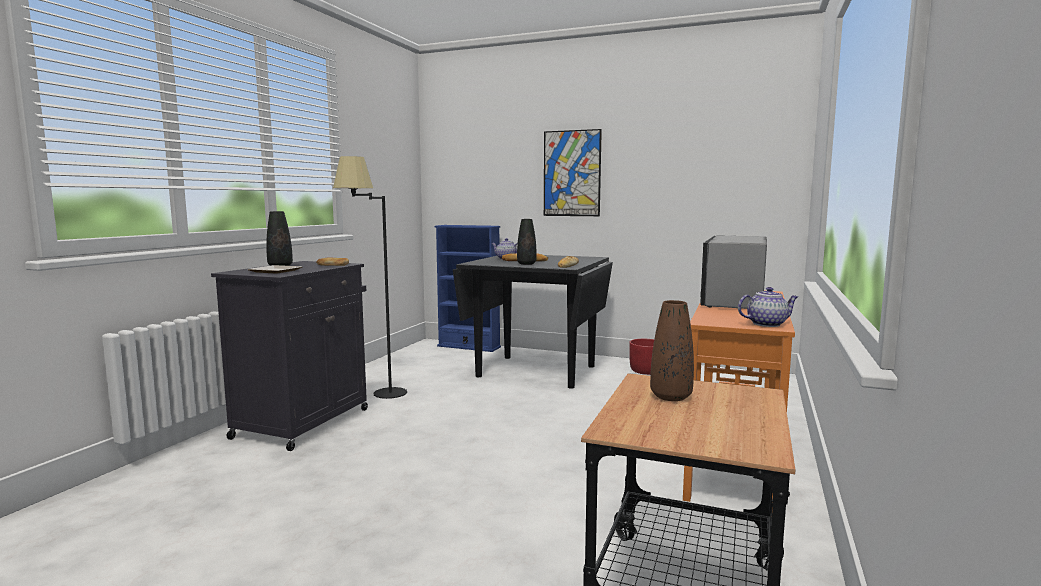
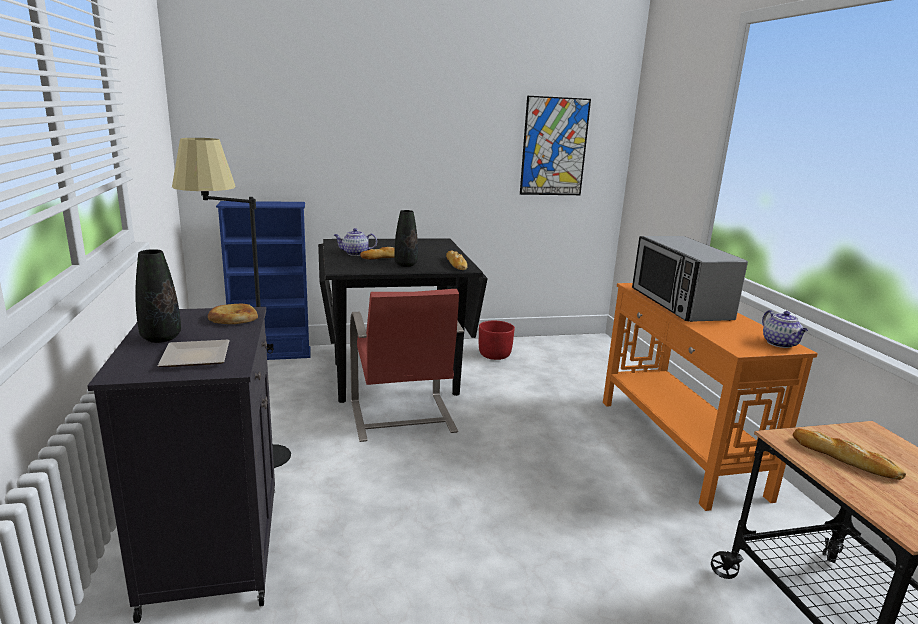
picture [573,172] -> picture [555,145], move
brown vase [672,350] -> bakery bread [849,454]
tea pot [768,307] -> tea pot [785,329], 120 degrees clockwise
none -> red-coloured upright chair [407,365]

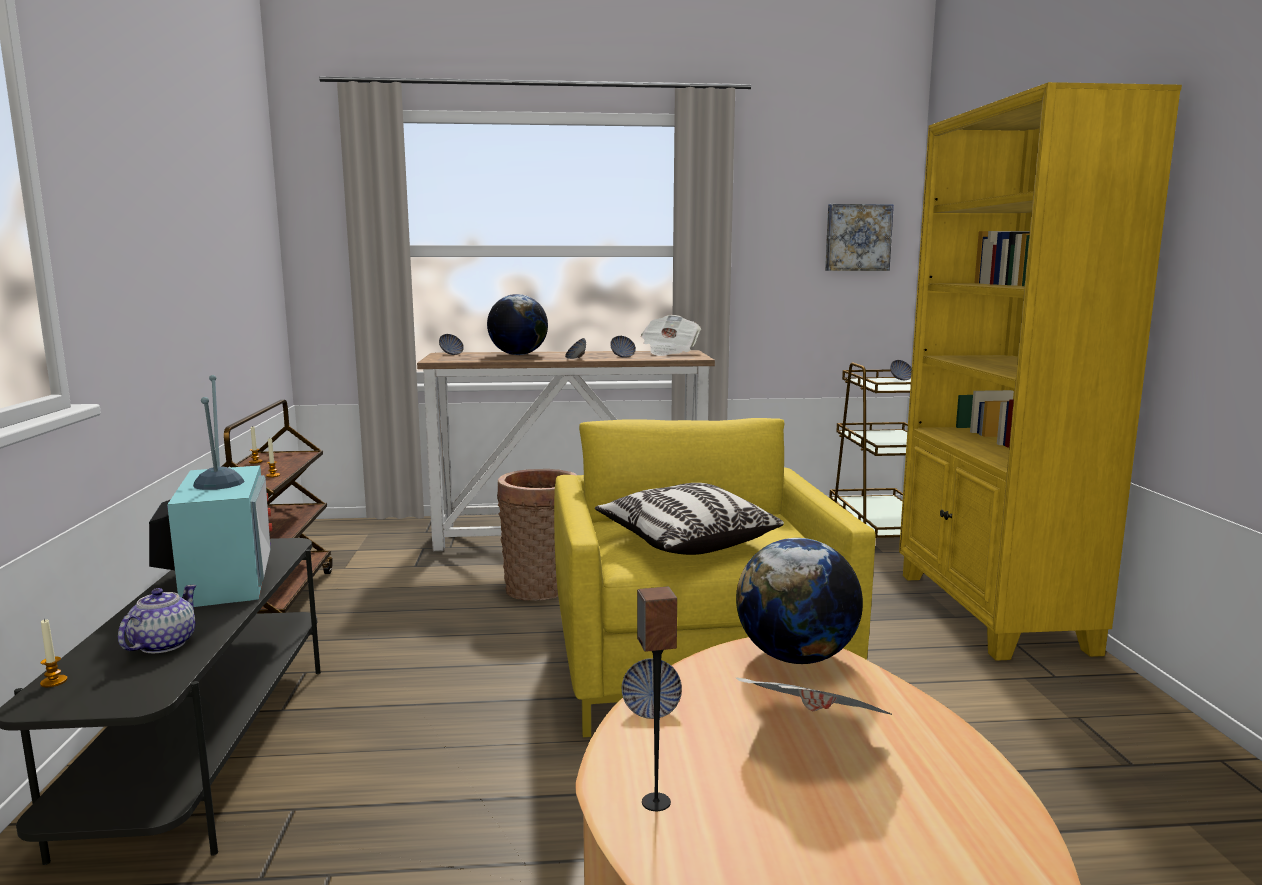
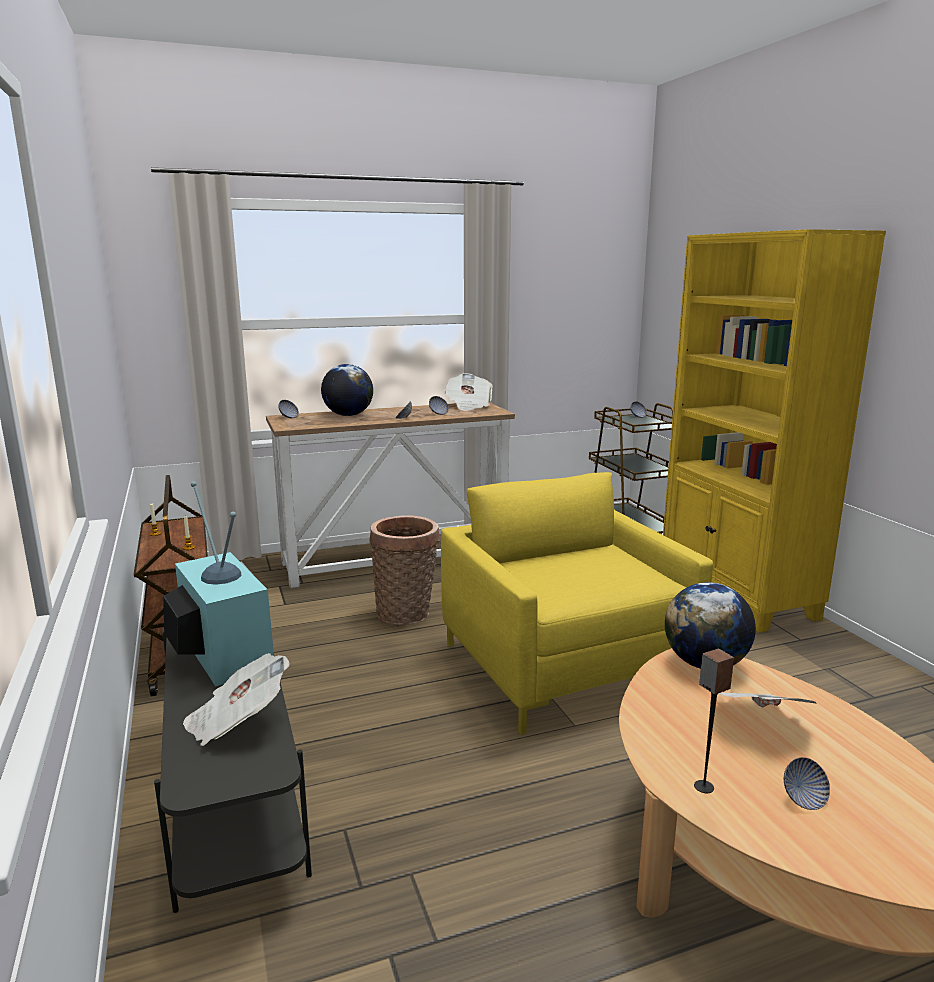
wax light [53,653] -> none
tea pot [157,619] -> printed paper [236,699]
cushion [689,519] -> none
serving bowl [652,688] -> serving bowl [807,783], move
picture [859,237] -> none

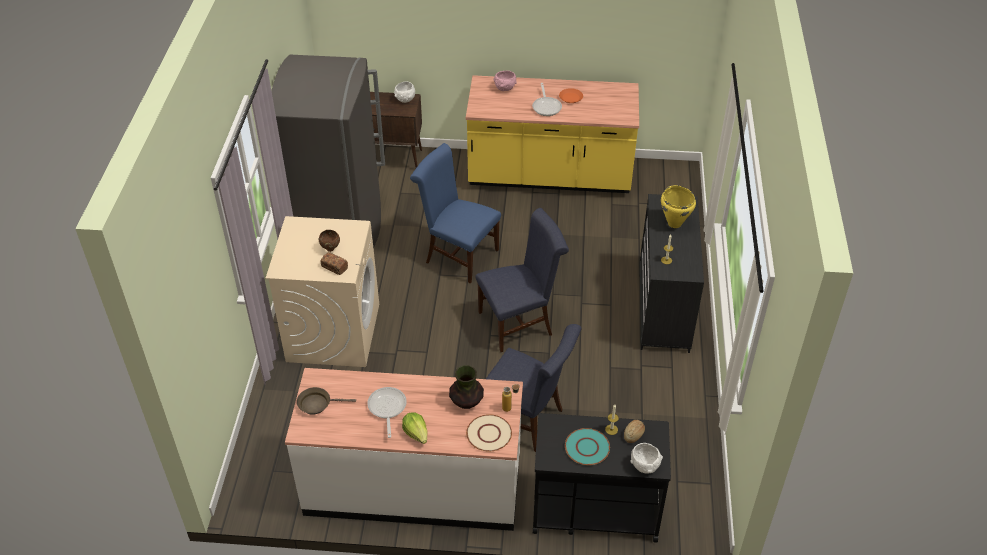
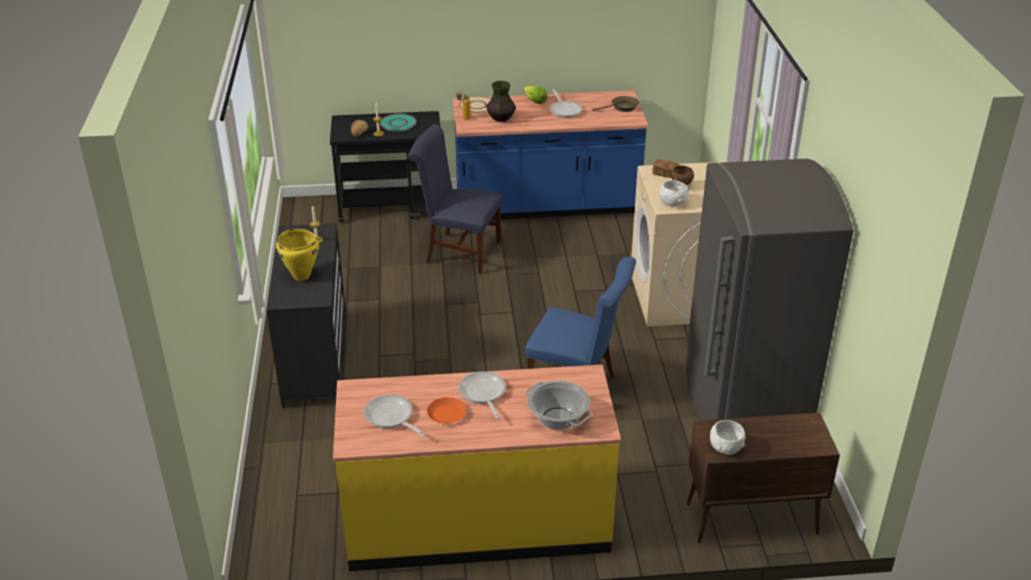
white-coloured kitchen counter [404,449] -> blue kitchen counter [550,155]
blue upright chair [522,280] -> none
pinkish serving bowl [505,81] -> cooking pot [558,405]
white-coloured serving bowl [647,458] -> white-coloured serving bowl [674,193], move
none -> pan [395,415]

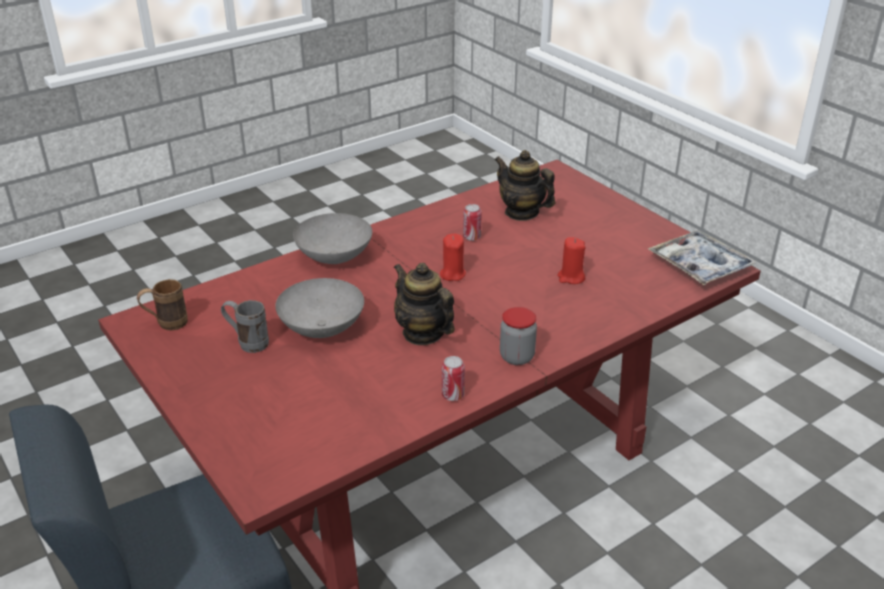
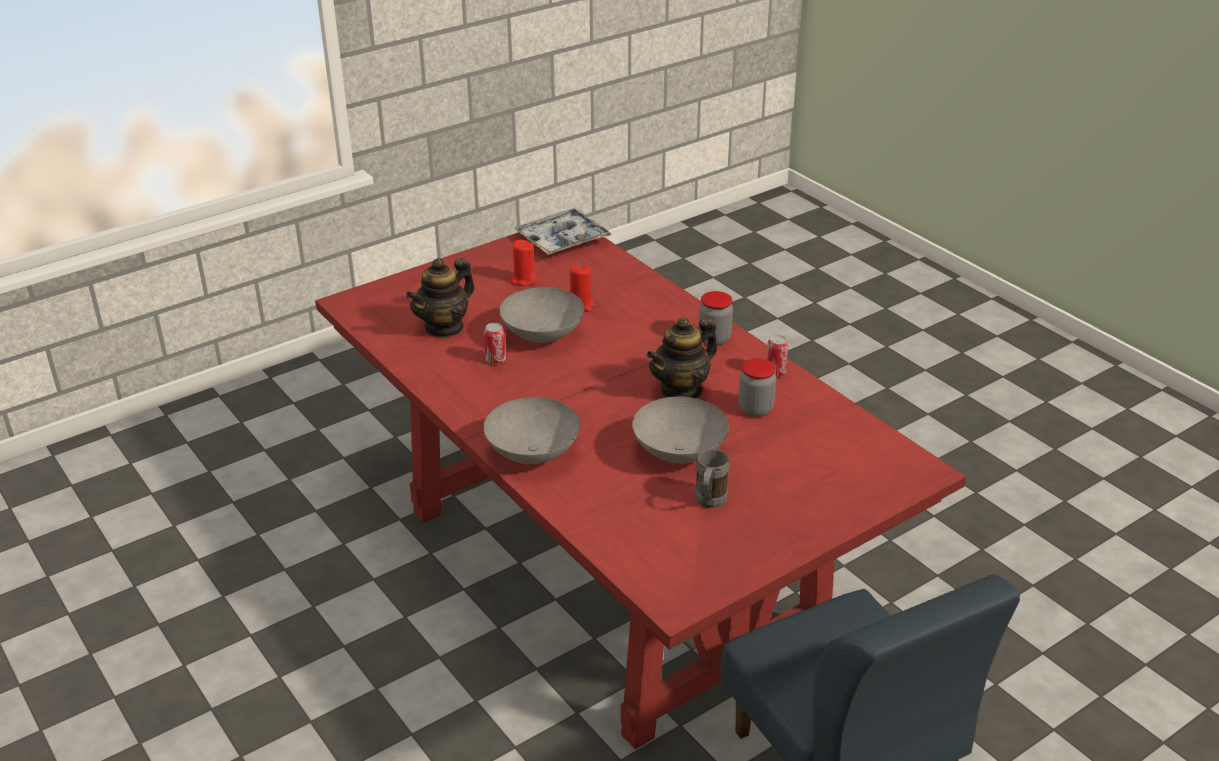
brown mug [162,304] -> none
red-coloured wax light [453,257] -> red-coloured wax light [524,263], move
none -> grey serving bowl [542,315]
none -> jar [757,387]

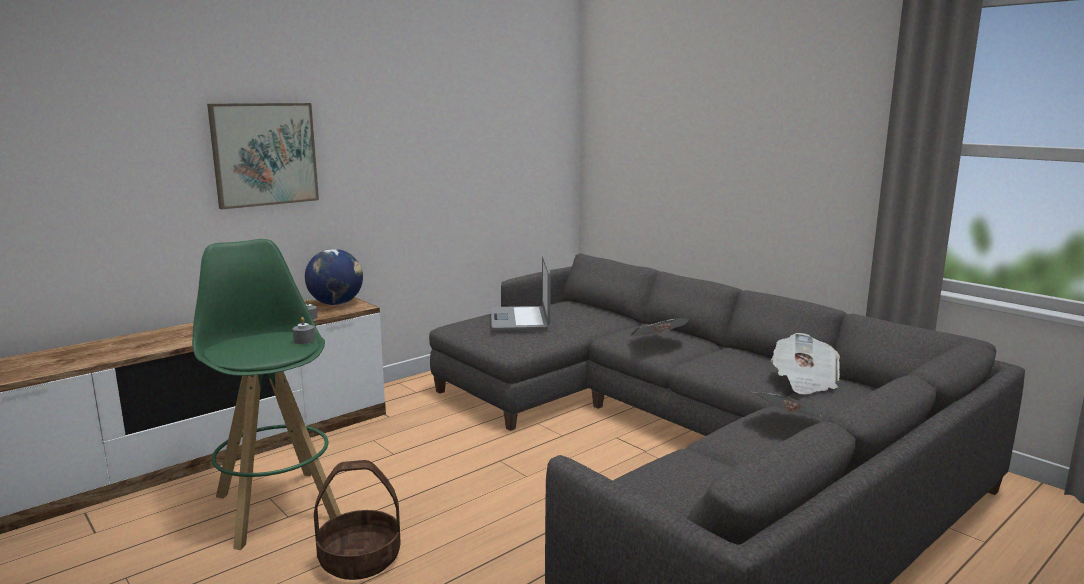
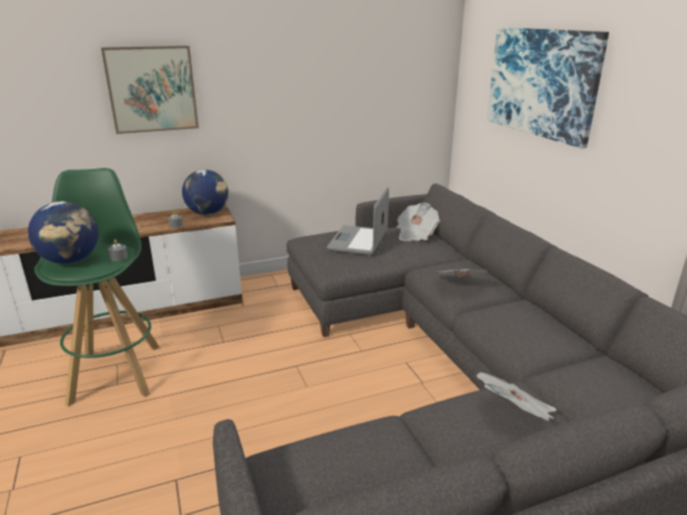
basket [357,520] -> none
printed paper [805,363] -> printed paper [418,222], move
none -> desk globe [63,232]
none -> picture [548,88]

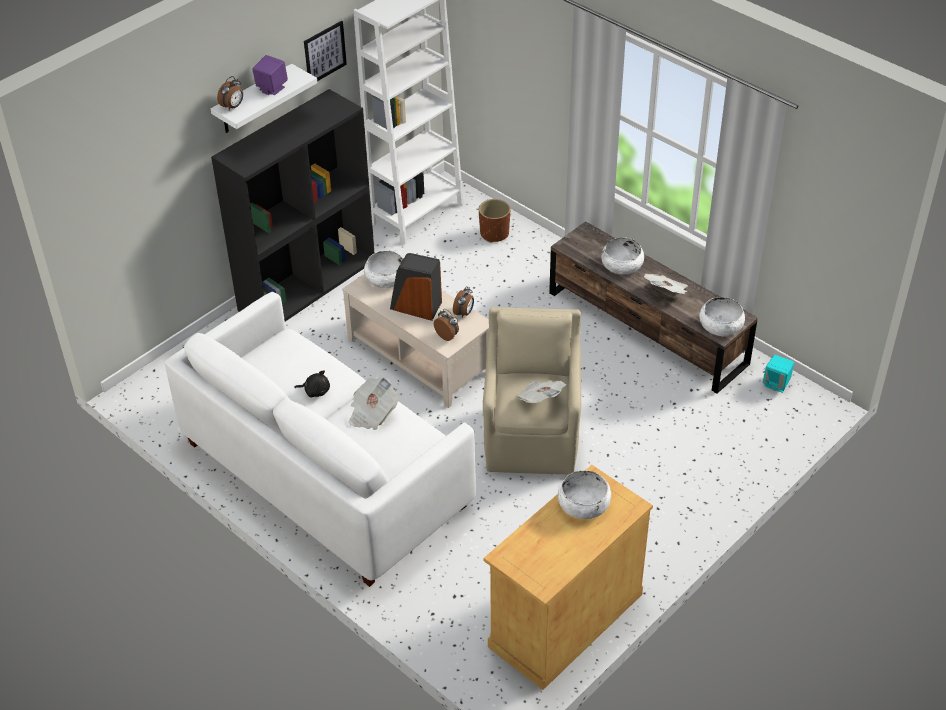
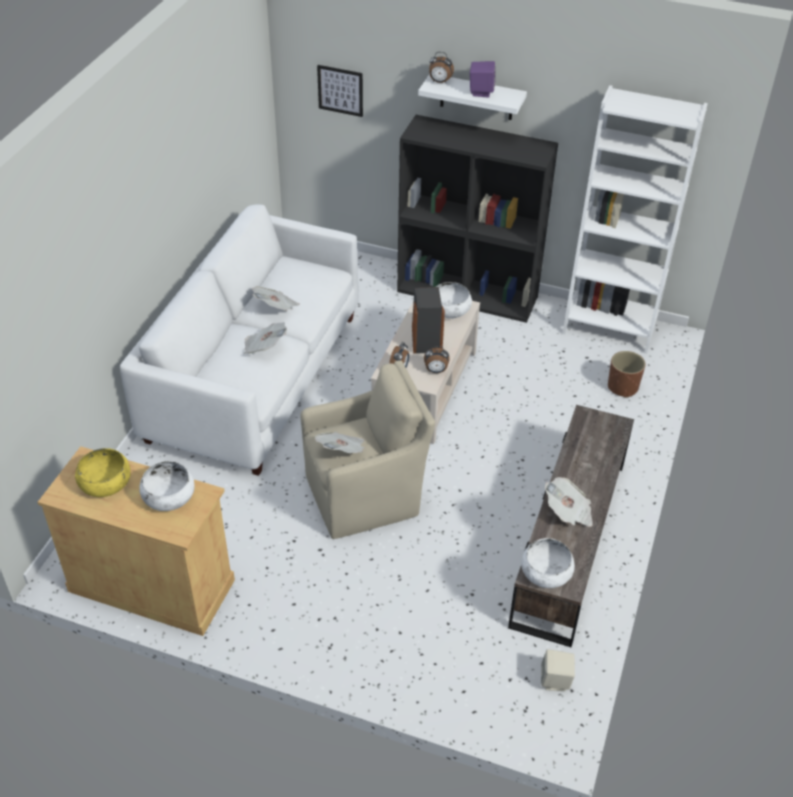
black cuddly toy [312,384] -> printed paper [276,298]
picture [325,51] -> picture [340,91], move
white-coloured serving bowl [622,255] -> none
blue-green loudspeaker [778,374] -> sand-coloured loudspeaker [558,670]
none -> yellowish serving bowl [103,472]

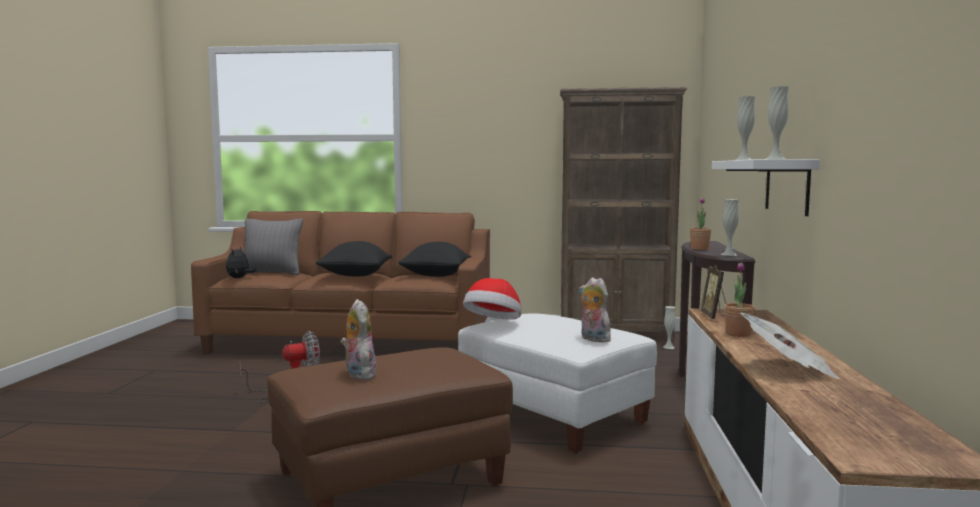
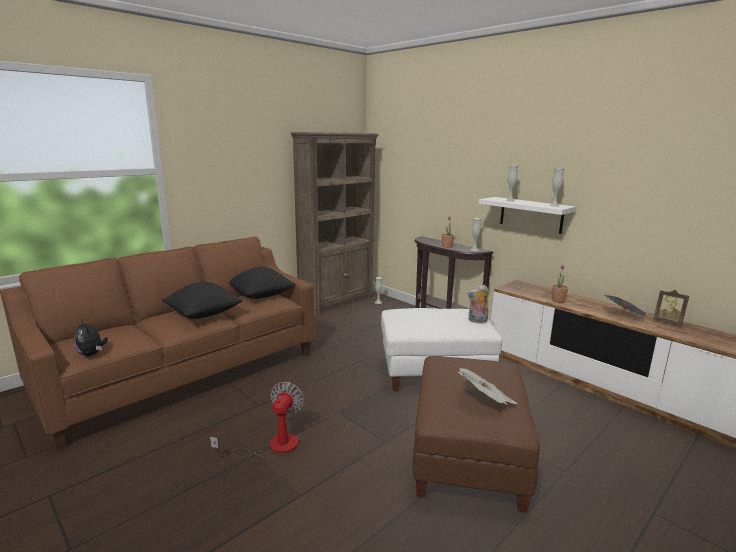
grey cushion [273,247] -> none
cuddly toy [359,339] -> printed paper [487,386]
hat [492,298] -> none
photo frame [713,291] -> photo frame [671,308], move

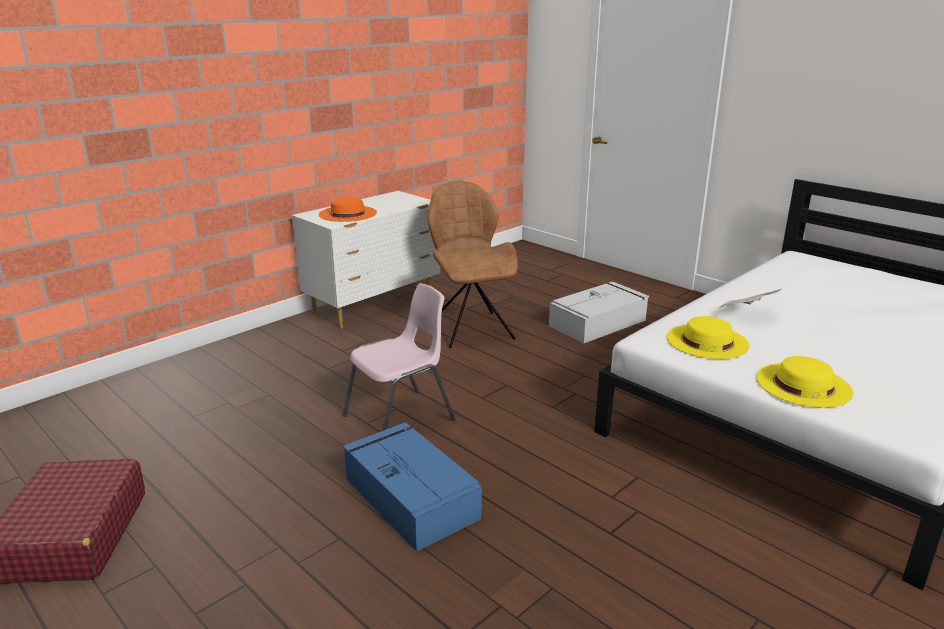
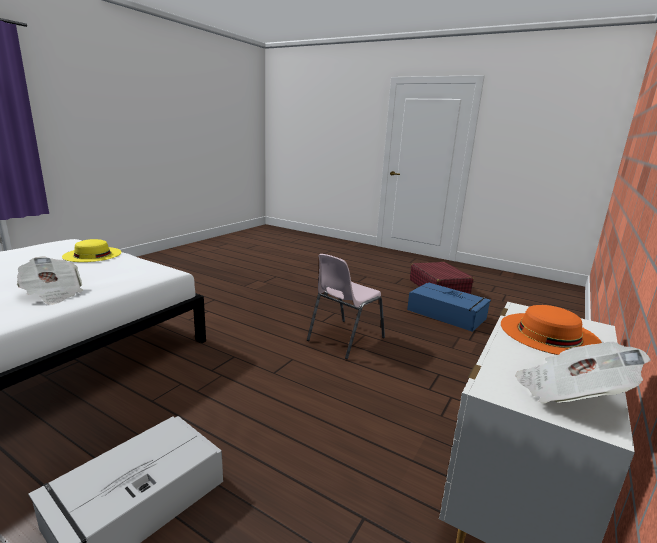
blue storage container [412,487] -> blue storage container [449,307], move
brown upright chair [473,264] -> none
yellowish hat [708,337] -> none
none -> printed paper [583,373]

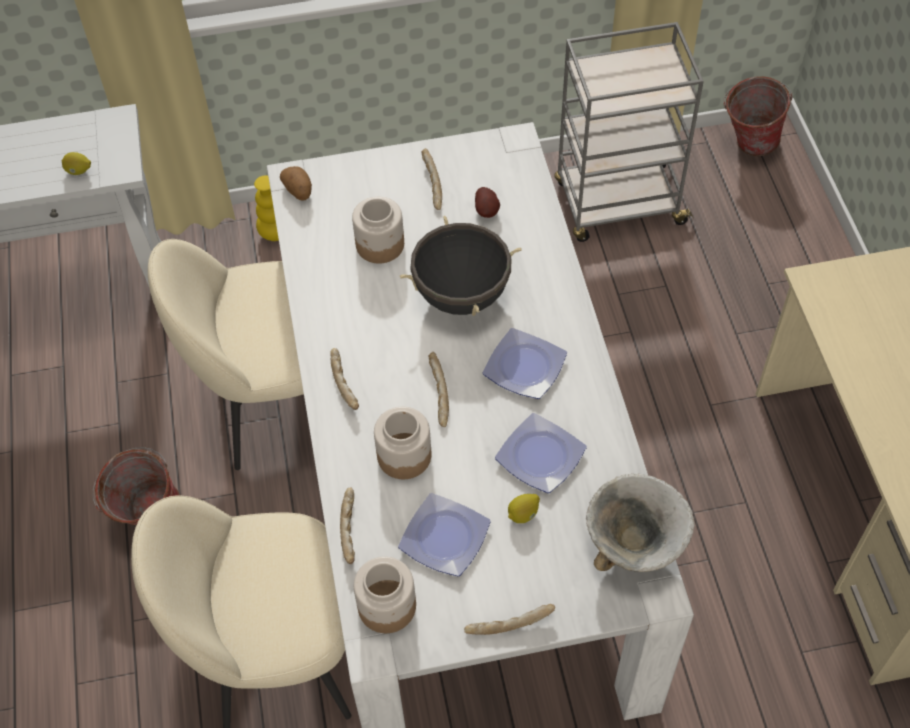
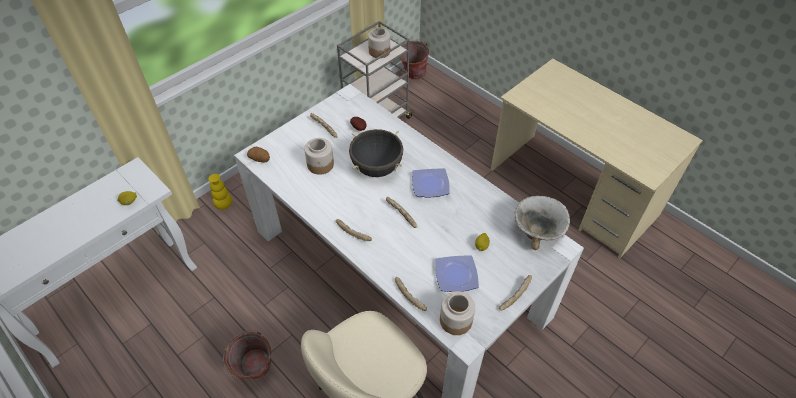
sand-coloured upright chair [226,354] -> none
jar [402,443] -> jar [379,43], move
plate [541,453] -> none

